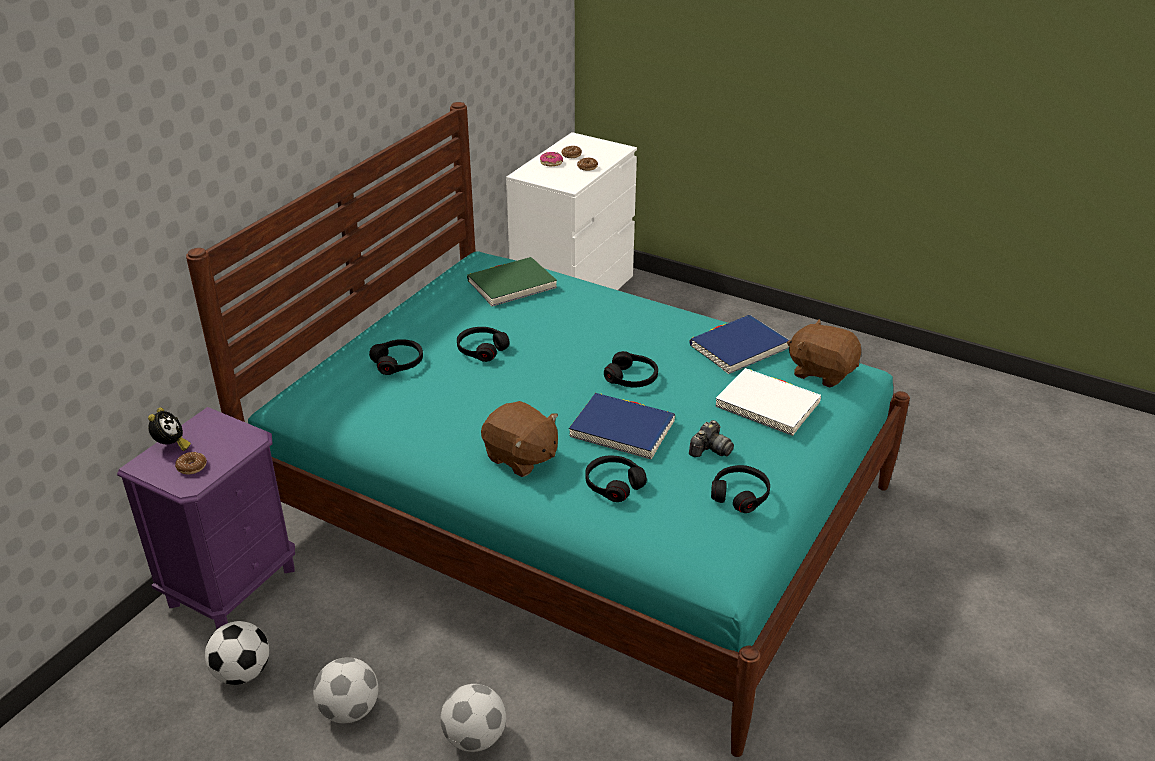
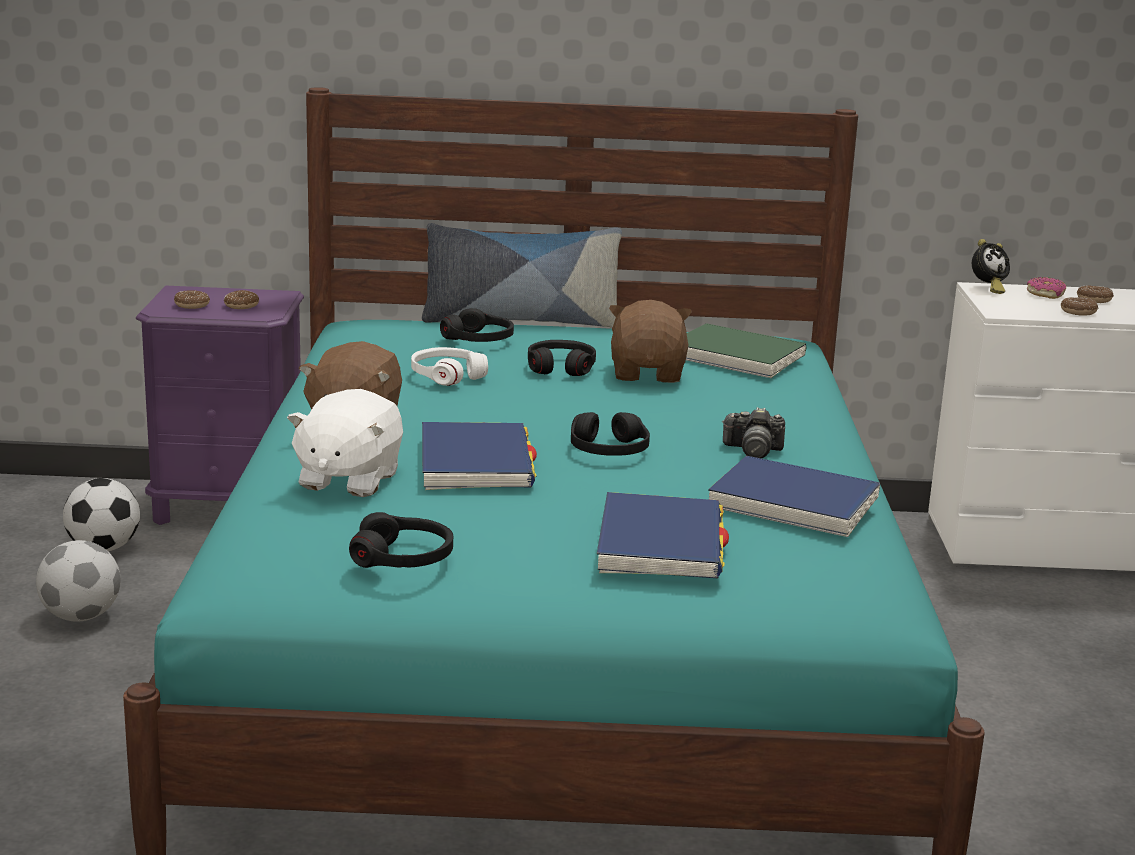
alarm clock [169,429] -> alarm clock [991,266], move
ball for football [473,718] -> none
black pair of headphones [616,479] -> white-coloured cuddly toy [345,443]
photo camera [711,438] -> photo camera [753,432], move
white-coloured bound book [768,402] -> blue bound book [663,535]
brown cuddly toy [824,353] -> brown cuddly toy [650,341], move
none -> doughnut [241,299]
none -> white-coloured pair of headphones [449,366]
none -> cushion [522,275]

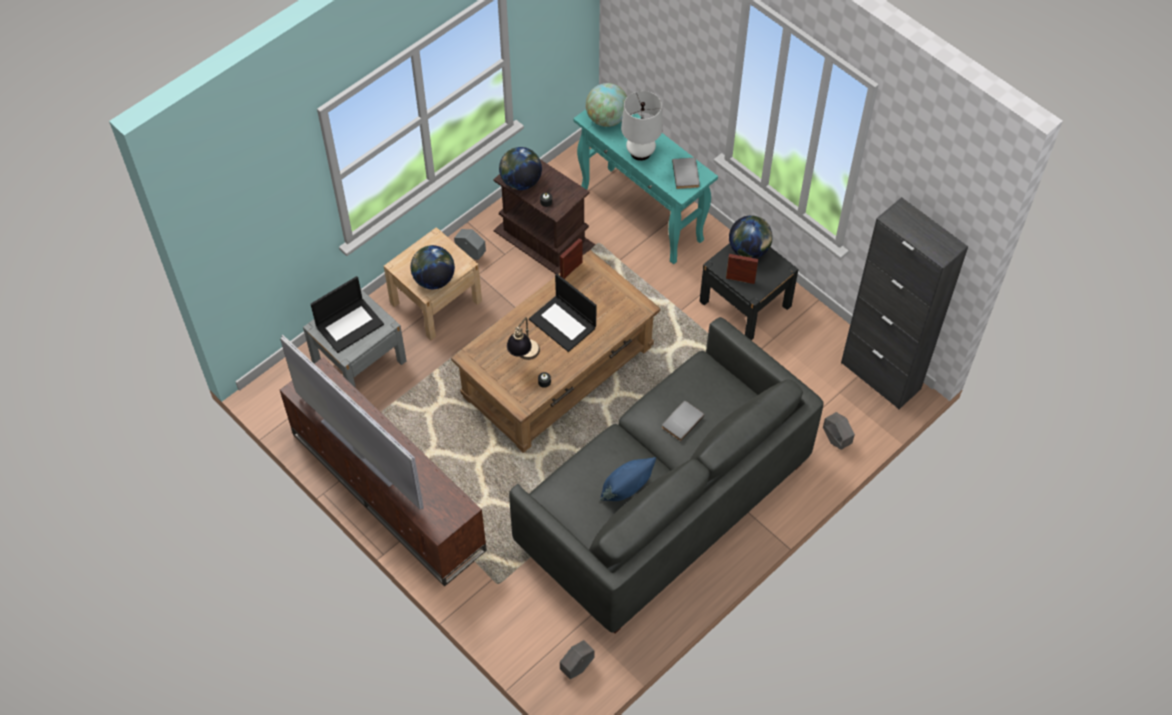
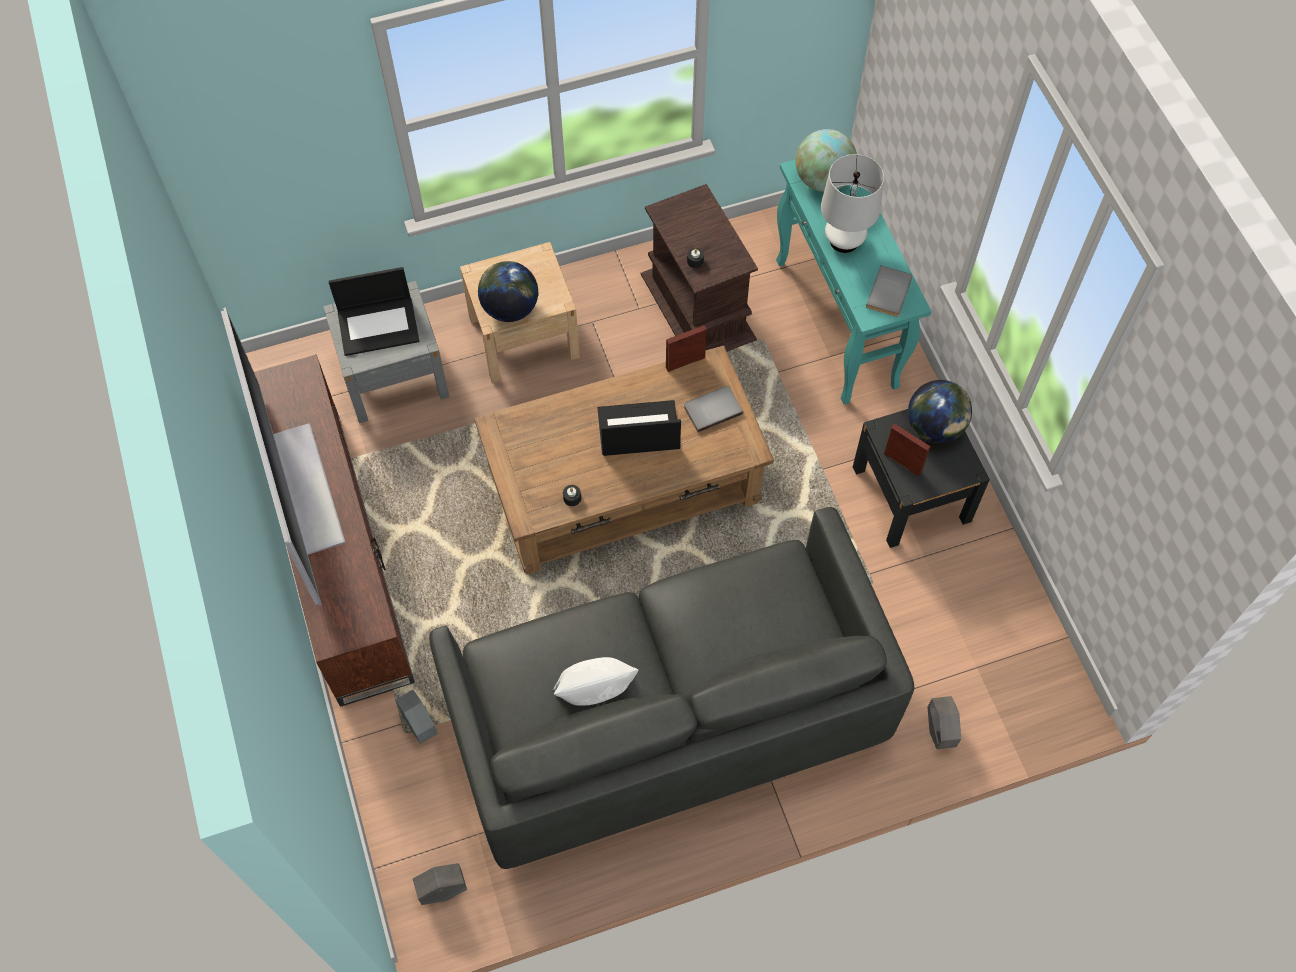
grey plant pot [470,244] -> grey plant pot [416,717], move
desk globe [520,168] -> none
table lamp [523,338] -> none
laptop [562,313] -> laptop [639,428], 105 degrees clockwise
blue cushion [628,479] -> white-coloured cushion [595,681]
grey bound book [683,421] -> grey bound book [713,409], move
black cabinet [904,303] -> none

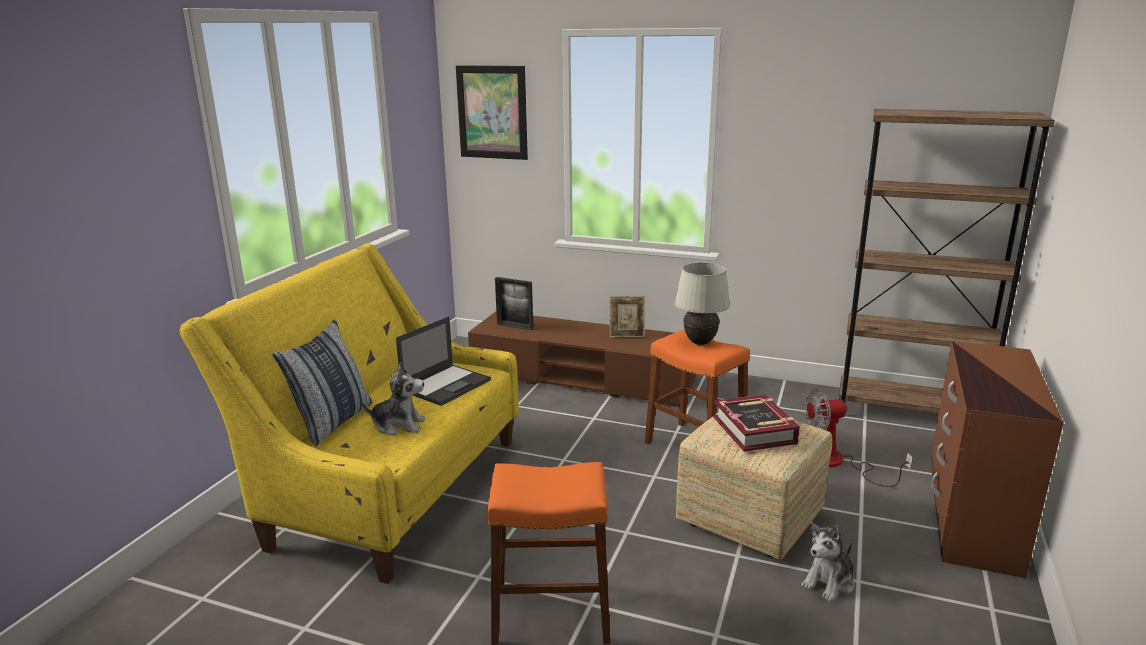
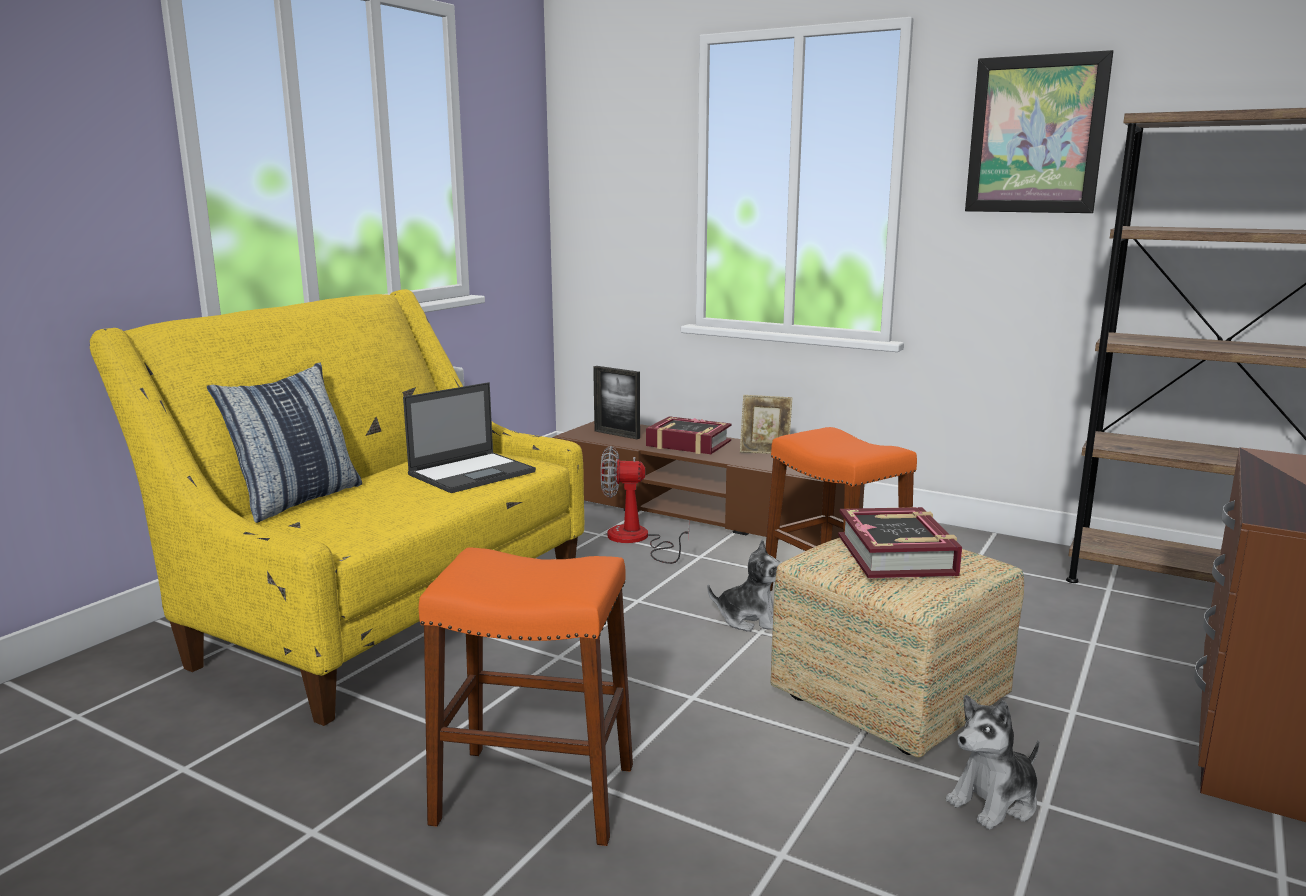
cuddly toy [394,399] -> cuddly toy [744,585], move
picture [492,112] -> picture [1039,131], move
white-coloured table lamp [702,304] -> none
fan [859,438] -> fan [644,505], move
none -> bound book [689,435]

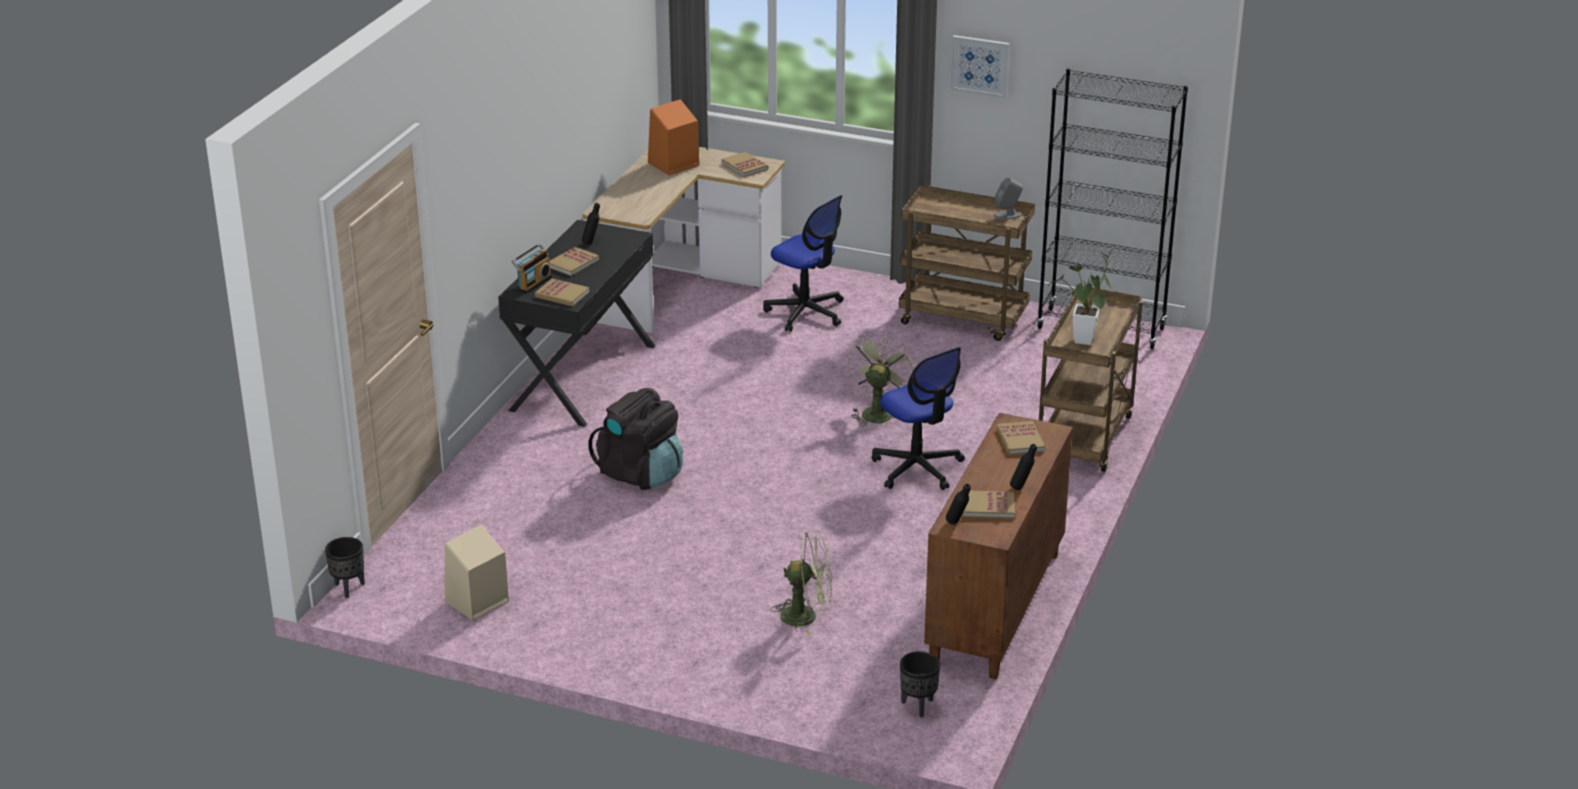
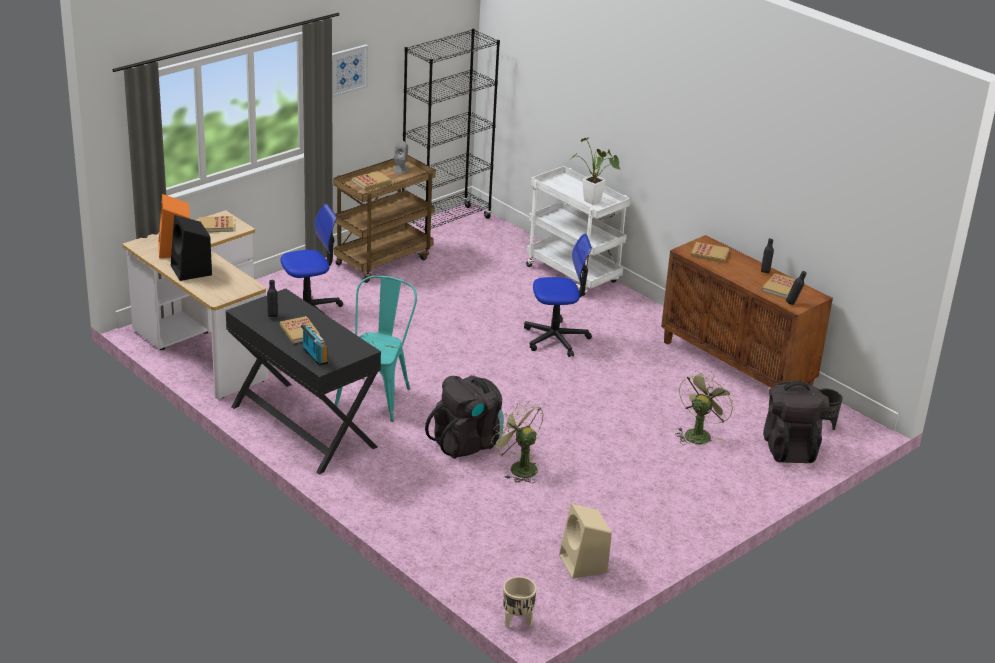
black plant pot [345,567] -> sand-coloured plant pot [520,602]
bound book [562,292] -> bound book [371,180], move
green fan [882,381] -> green fan [517,442], move
brown trolley [1091,379] -> white-coloured trolley [578,231]
none -> black loudspeaker [191,248]
none -> blue-green upright chair [376,349]
none -> black backpack [796,422]

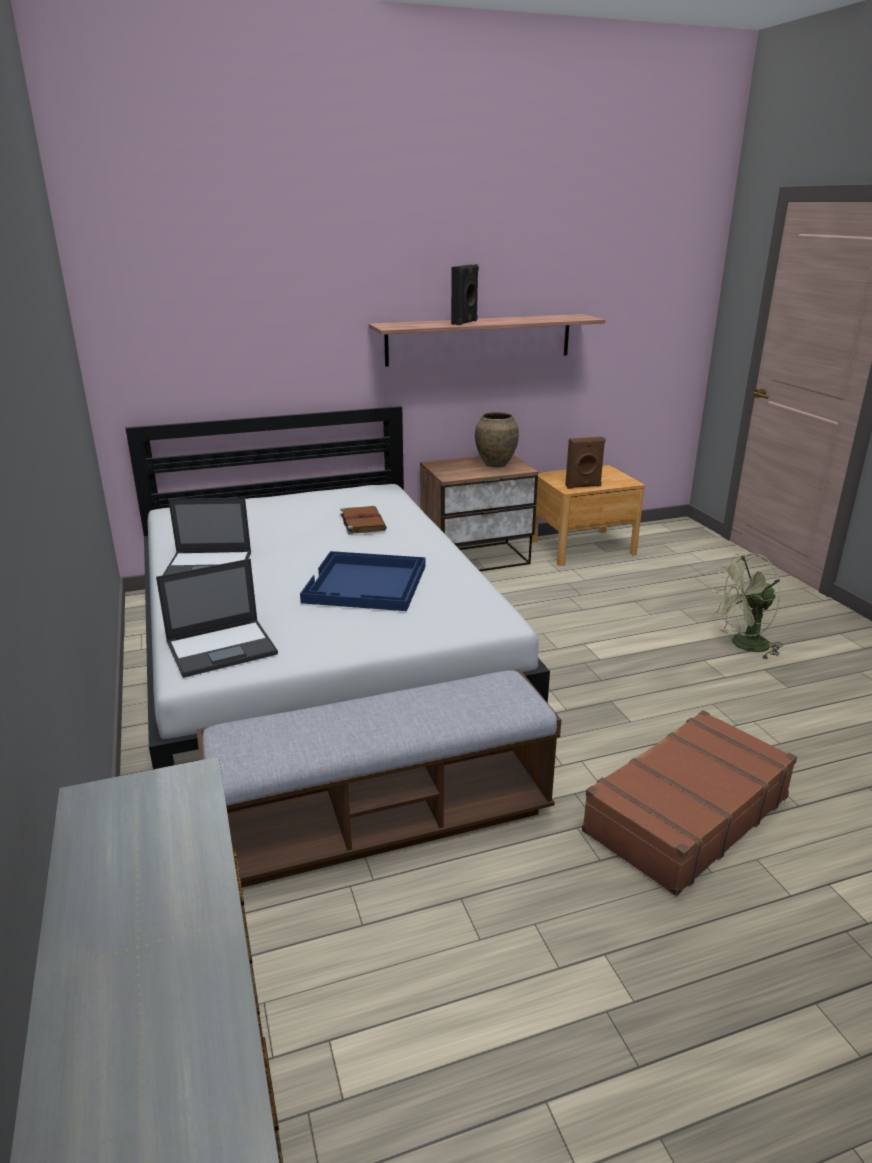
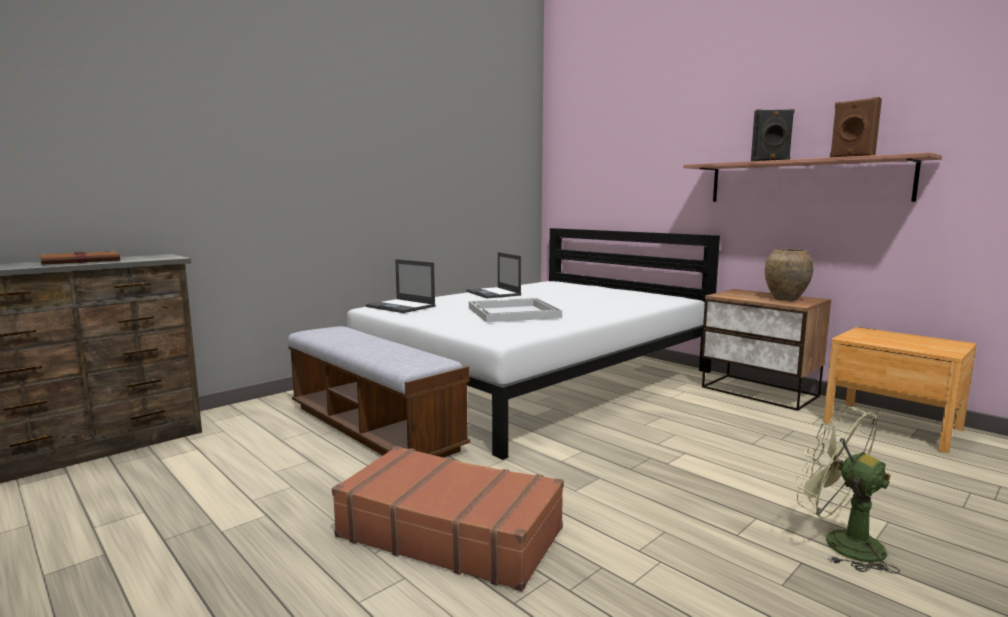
blue tray [363,581] -> white-coloured tray [515,310]
brown bound book [363,520] -> brown bound book [81,258], move
brown loudspeaker [585,463] -> brown loudspeaker [856,127], move

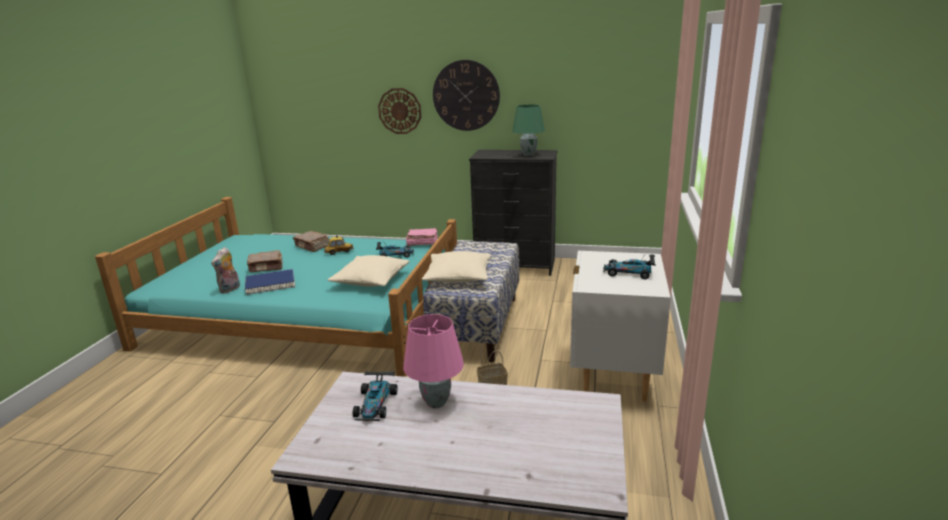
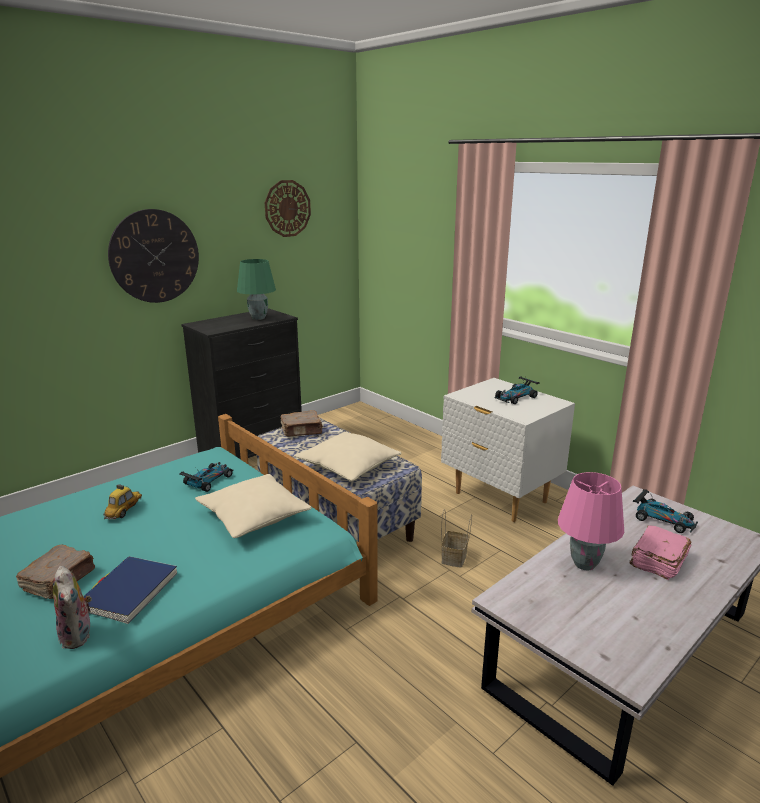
brown bound book [311,241] -> brown bound book [301,423], move
miniature car [375,396] -> miniature car [665,511], move
clock on the wall [399,111] -> clock on the wall [288,208], move
pinkish bound book [422,237] -> pinkish bound book [660,552], move

